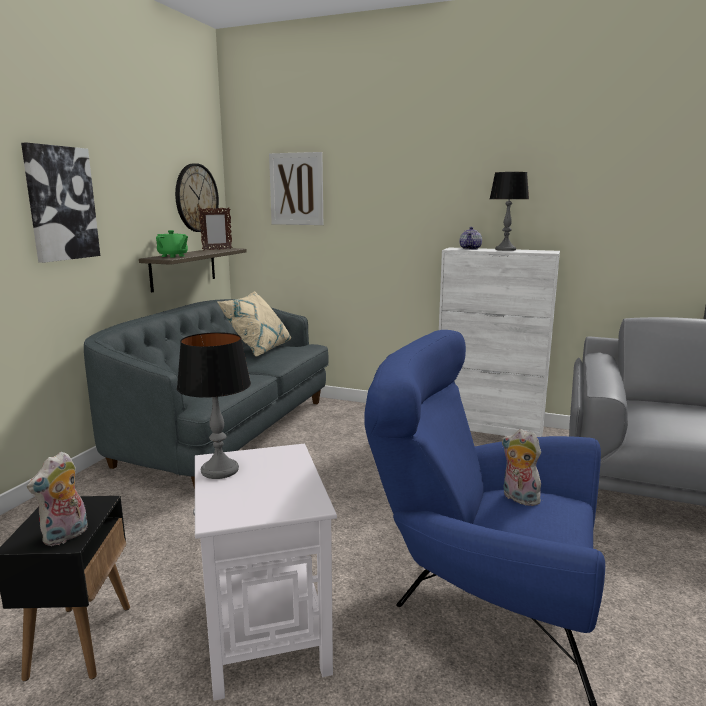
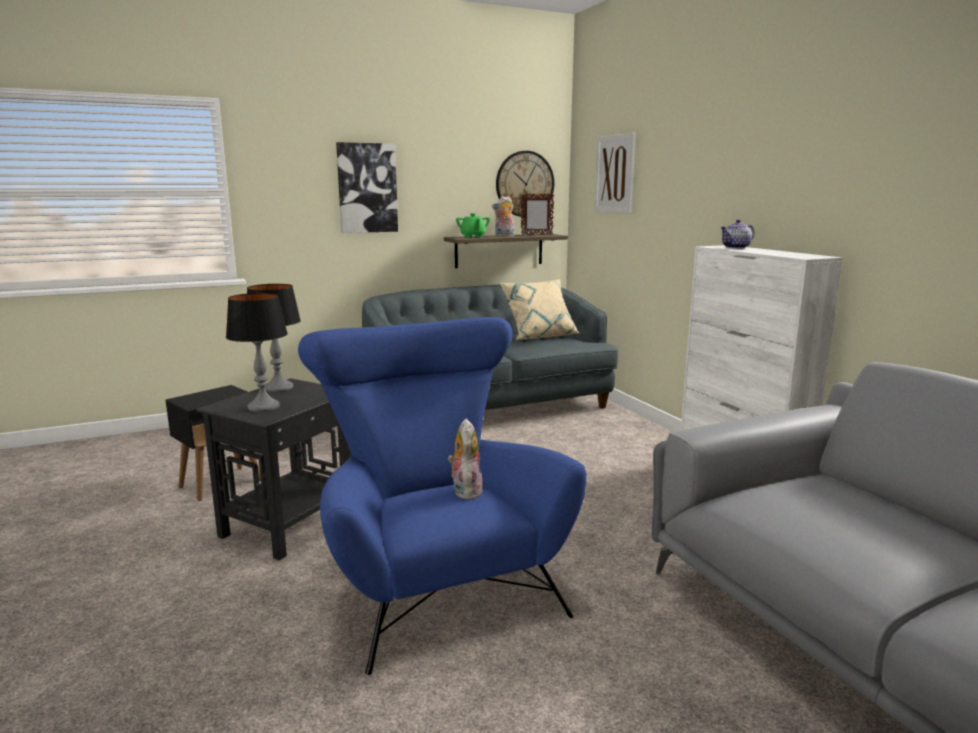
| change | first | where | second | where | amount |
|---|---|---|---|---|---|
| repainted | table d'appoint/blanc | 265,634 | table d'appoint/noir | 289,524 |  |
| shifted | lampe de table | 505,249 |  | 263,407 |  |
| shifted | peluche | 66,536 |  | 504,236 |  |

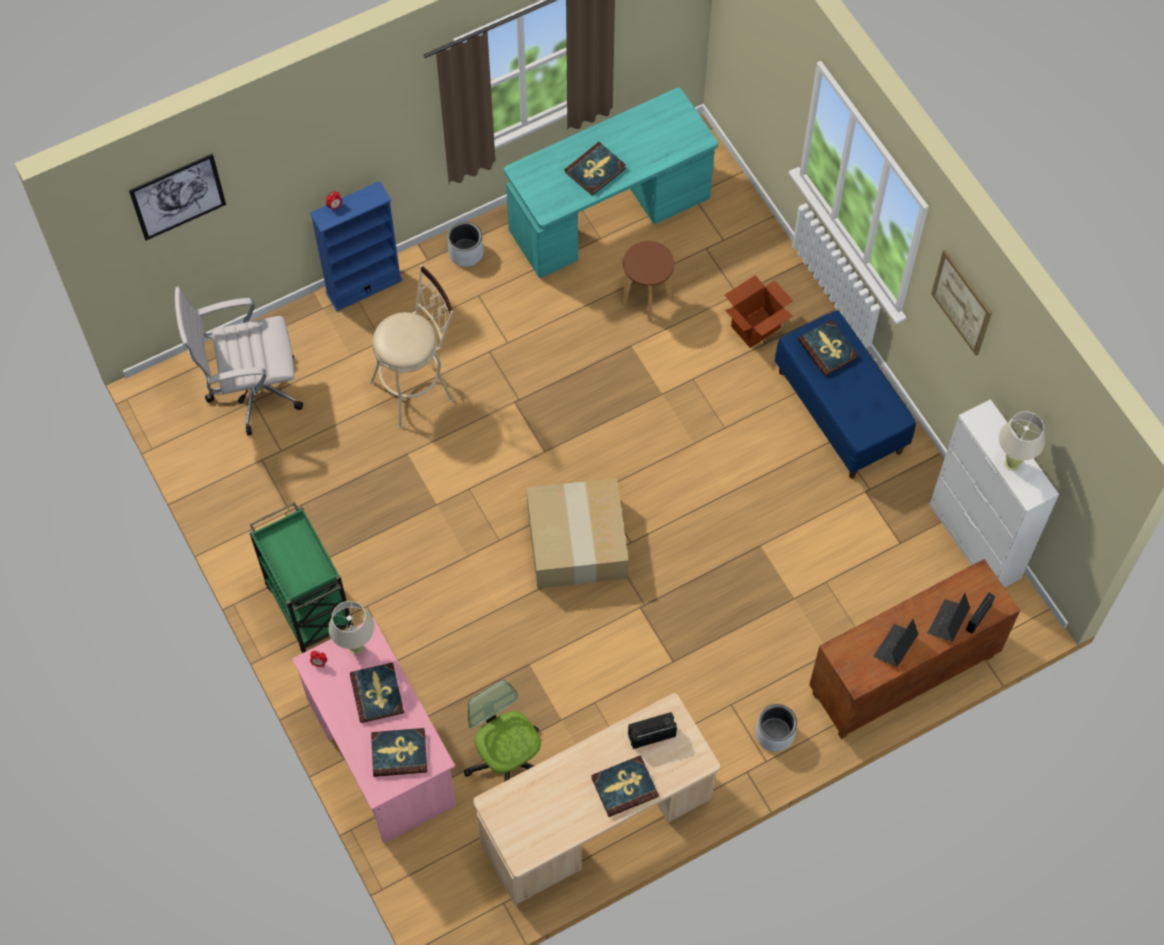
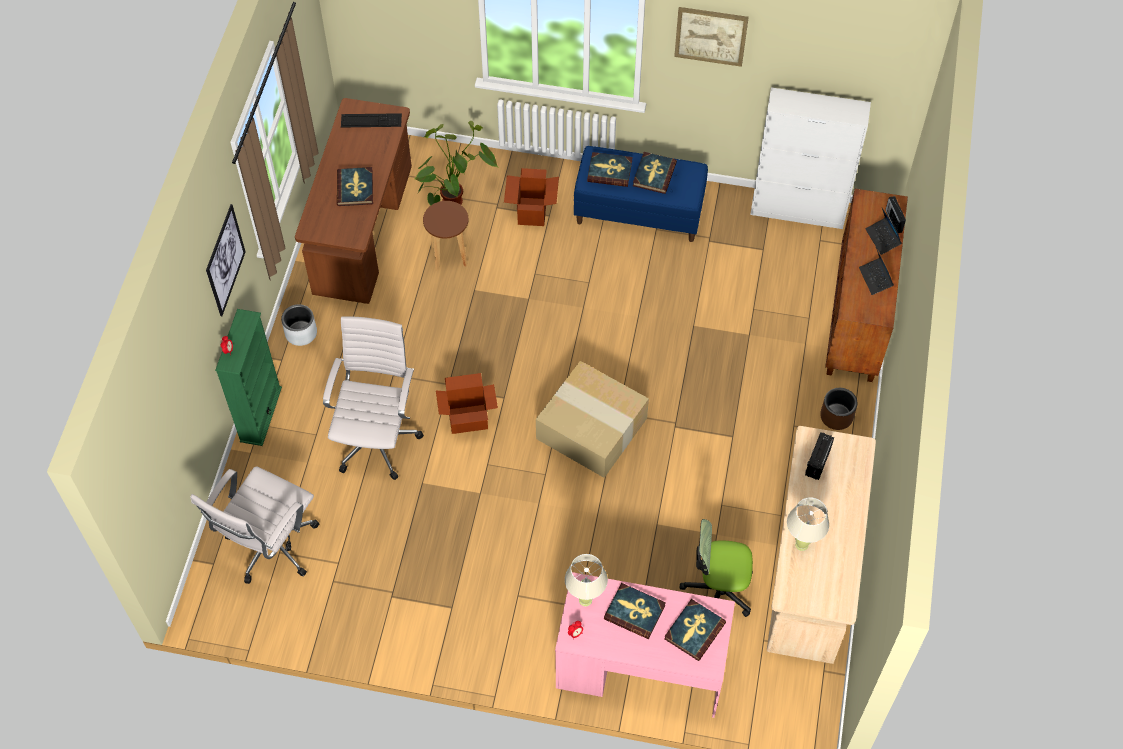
| change | first | where | second | where | amount |
|---|---|---|---|---|---|
| shifted | tableau | 178,196 |  | 225,260 |  |
| repainted | bibliothèque/bleu | 364,286 | bibliothèque/vert | 260,414 |  |
| repainted | bureau/turquoise | 609,215 | bureau/marron | 363,230 |  |
| swapped | tabouret/beige | 418,388 | chaise de bureau/blanc | 377,438 |  |
| new |  |  | clavier | 371,120 |  |
| new |  |  | plante en pot | 453,194 |  |
| new |  |  | carton | 468,419 |  |
| shifted | livre | 624,787 |  | 654,174 |  |
| shifted | lampe de table/beige | 1012,464 |  | 801,545 |  |
| repainted | cache-pot/gris | 774,733 | cache-pot/marron | 836,416 |  |
| gone | chariot/vert | 309,606 |  |  |  |

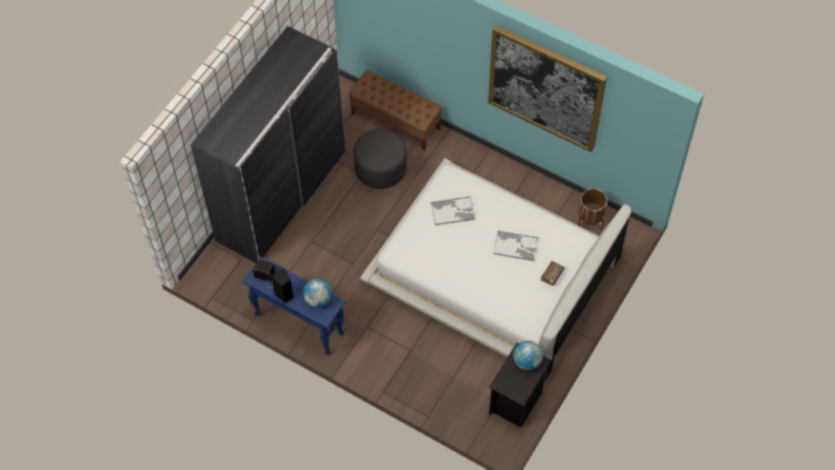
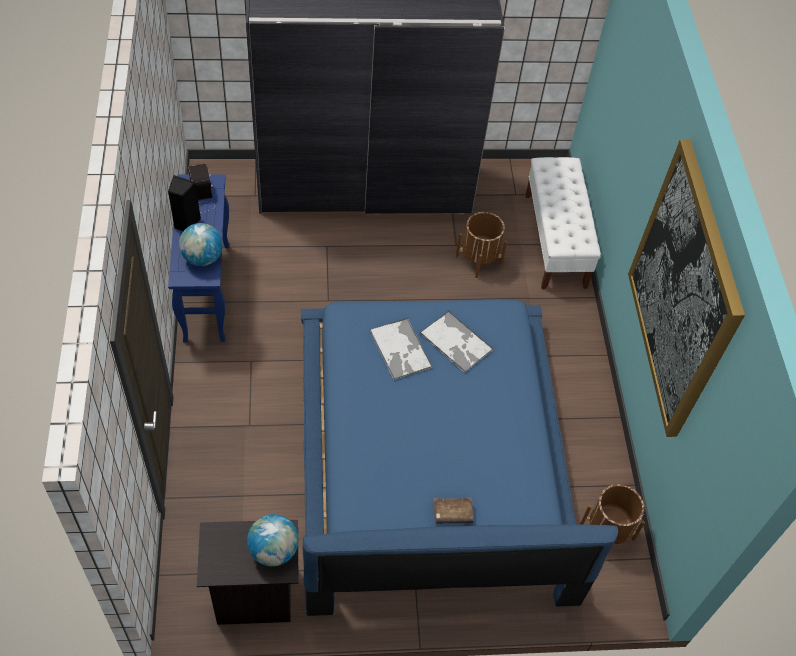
| change | first | where | second | where | amount |
|---|---|---|---|---|---|
| repainted | lit/blanc | 493,272 | lit/bleu | 431,457 |  |
| shifted | plateau | 516,246 |  | 400,350 |  |
| swapped | pouf/gris | 380,168 | cache-pot/marron | 479,259 |  |
| repainted | banc/marron | 396,121 | banc/blanc | 555,241 |  |

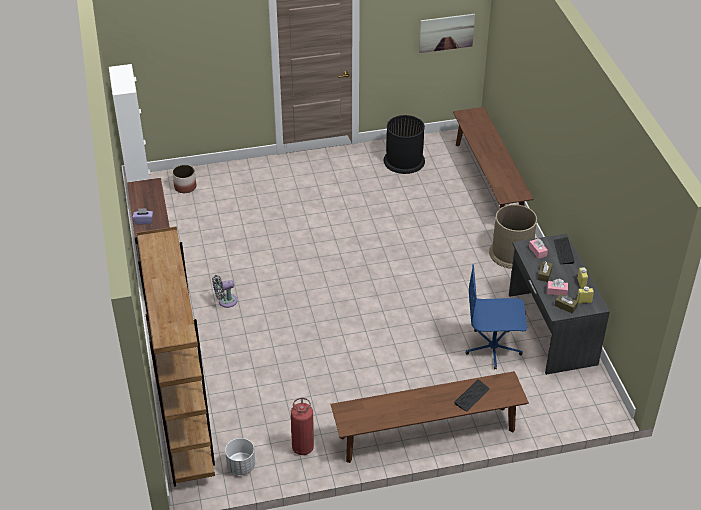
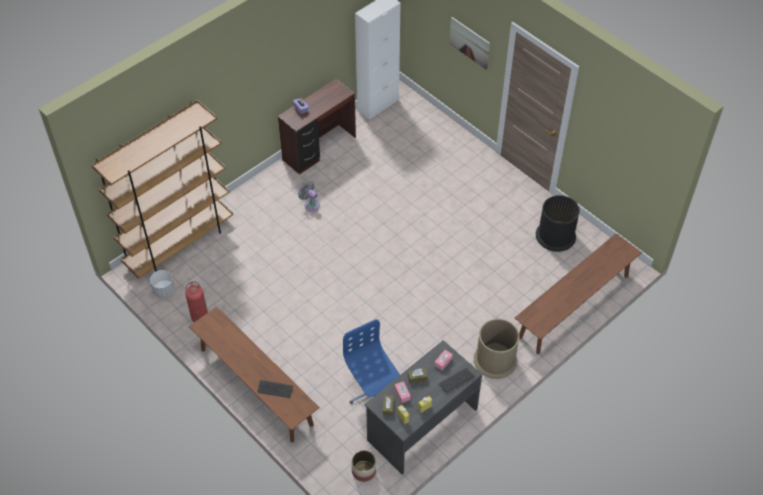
| change | first | where | second | where | amount |
|---|---|---|---|---|---|
| shifted | cache-pot | 185,187 |  | 364,470 |  |
| shifted | tableau | 446,32 |  | 469,42 |  |

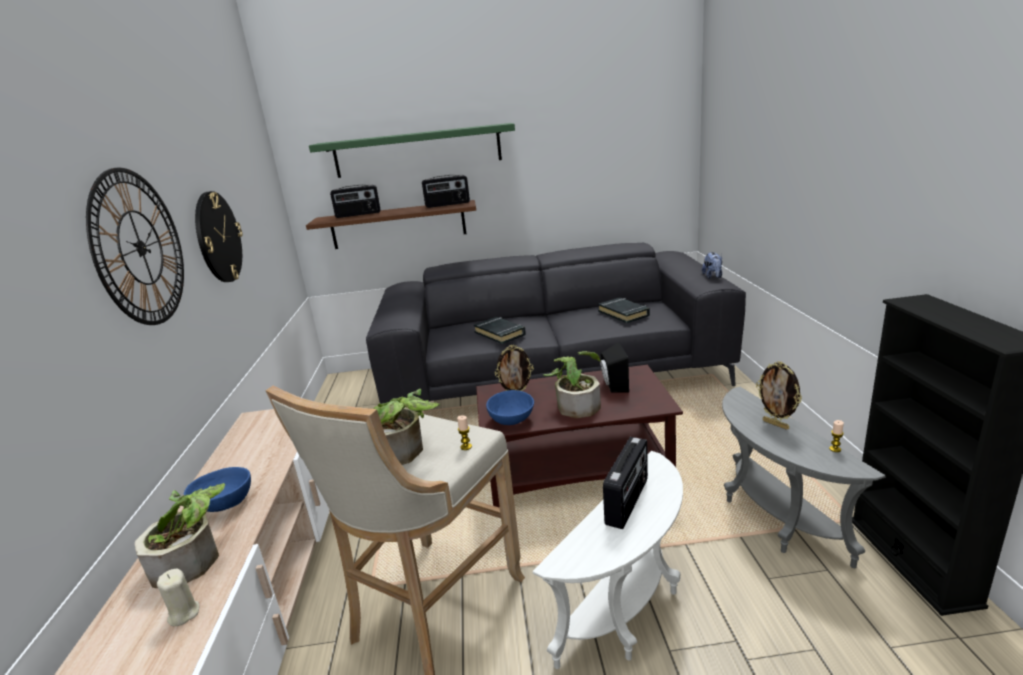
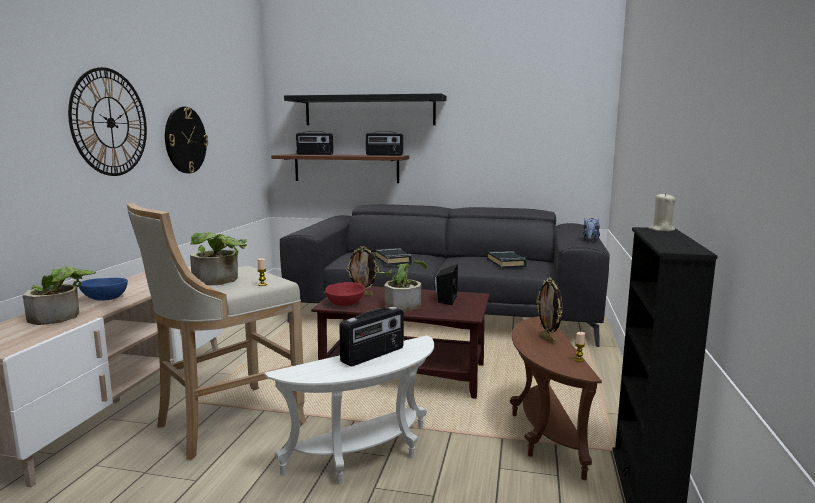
| change | first | where | second | where | amount |
|---|---|---|---|---|---|
| repainted | étagère/vert | 417,151 | étagère/noir | 369,110 |  |
| repainted | bol/bleu | 511,419 | bol/rouge | 345,303 |  |
| repainted | table d'appoint/gris | 773,518 | table d'appoint/marron | 542,434 |  |
| shifted | bougie/beige | 183,614 |  | 661,230 |  |

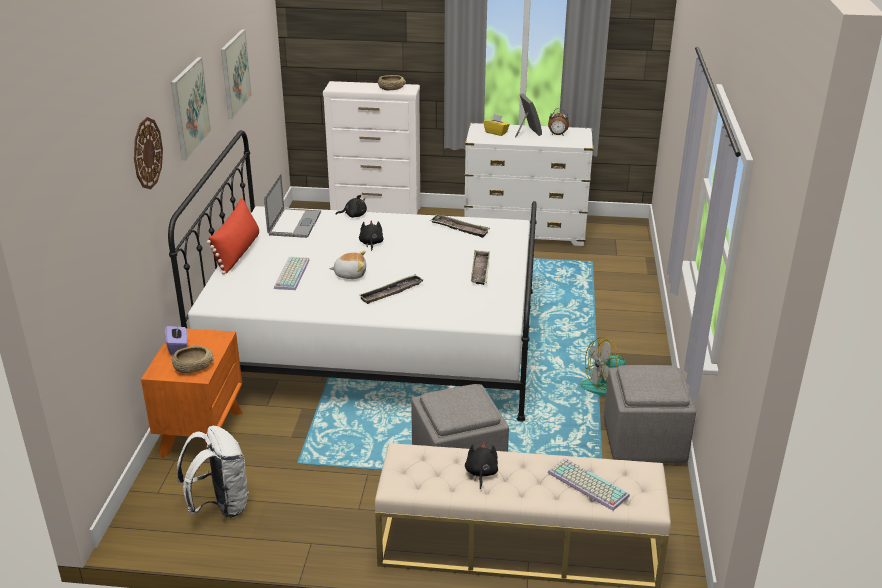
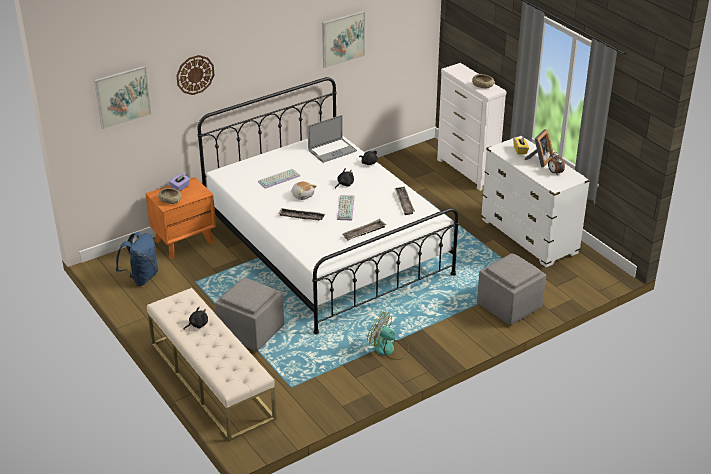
| change | first | where | second | where | amount |
|---|---|---|---|---|---|
| shifted | tableau | 189,107 |  | 122,96 |  |
| repainted | sac à dos/blanc | 220,506 | sac à dos/bleu | 141,278 |  |
| shifted | clavier | 586,484 |  | 345,207 |  |
| shifted | pouf/gris | 645,442 |  | 509,306 |  |
| gone | coussin/rouge | 237,252 |  |  |  |

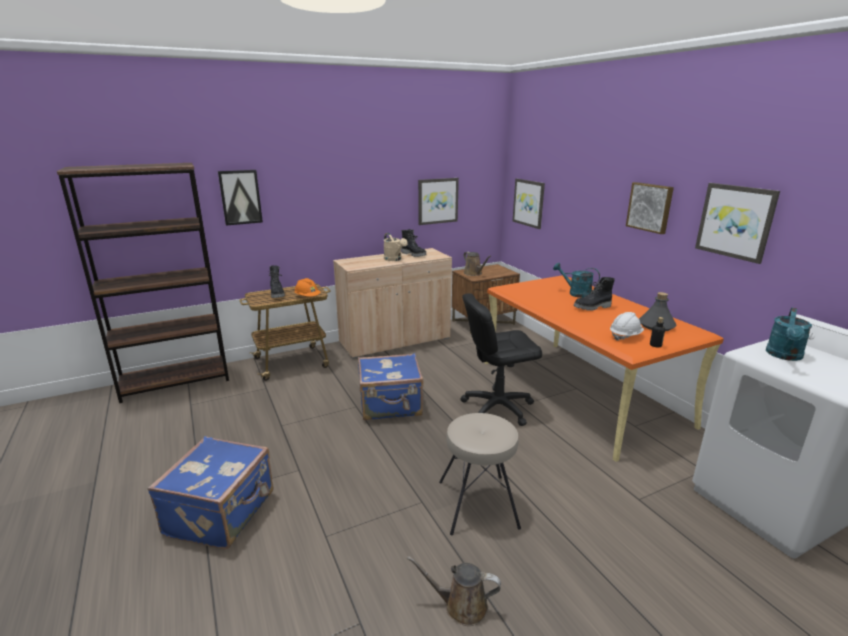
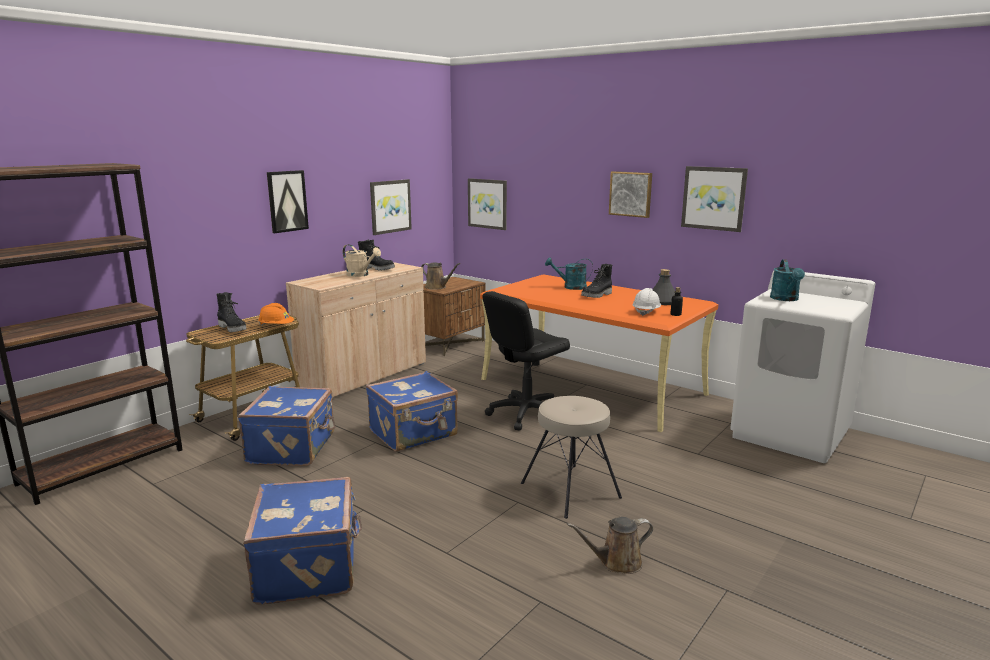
| change | first | where | second | where | amount |
|---|---|---|---|---|---|
| new |  |  | valise/bleu | 293,448 |  |
| shifted | tableau | 240,197 |  | 287,201 |  |

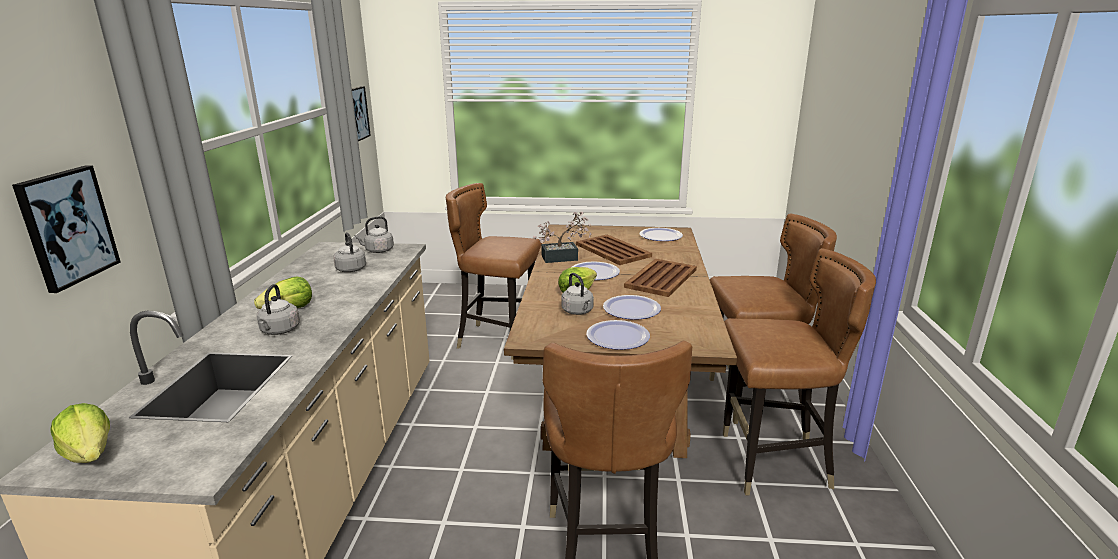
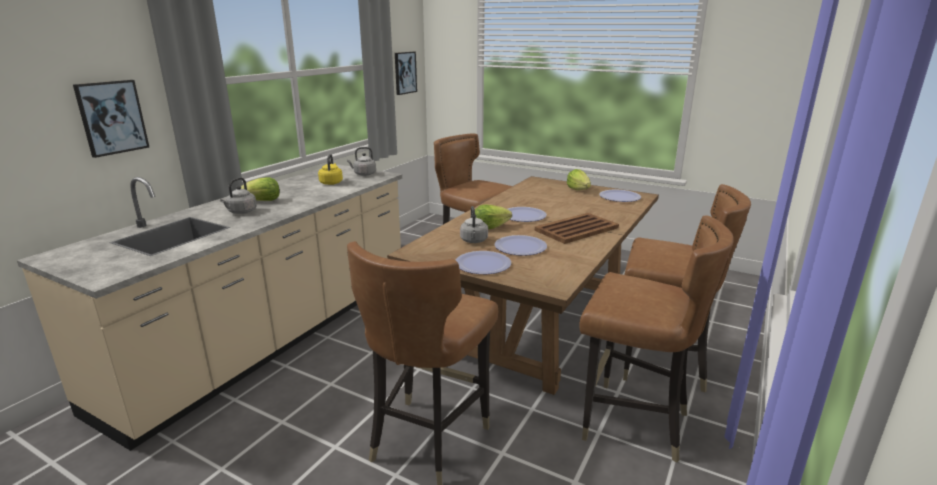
| change | first | where | second | where | amount |
|---|---|---|---|---|---|
| repainted | bouilloire/gris | 350,269 | bouilloire/jaune | 331,182 |  |
| shifted | laitue | 90,454 |  | 578,190 |  |
| gone | plante en pot | 564,257 |  |  |  |
| gone | plateau/marron | 613,251 |  |  |  |

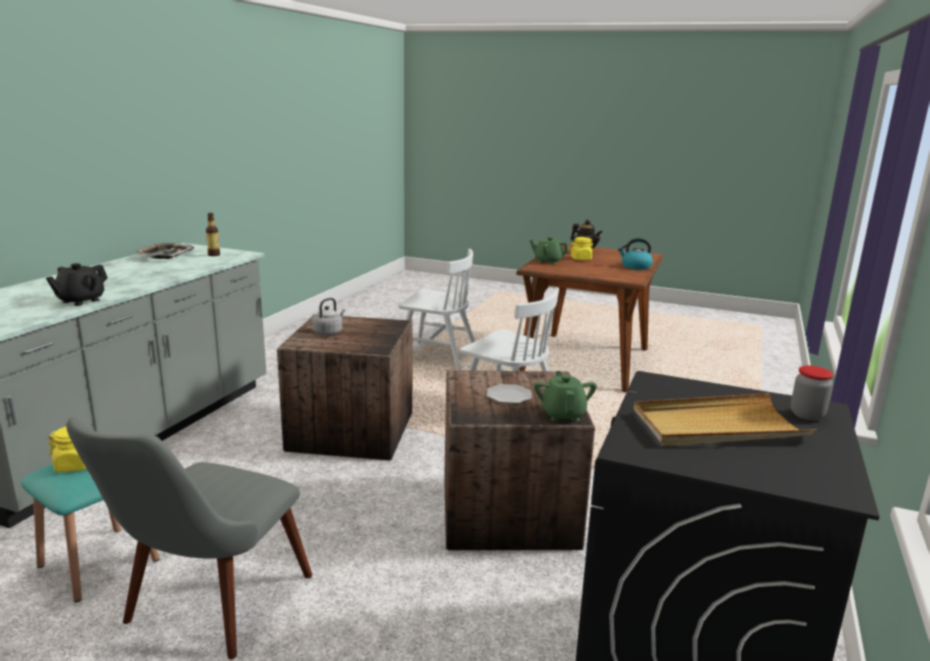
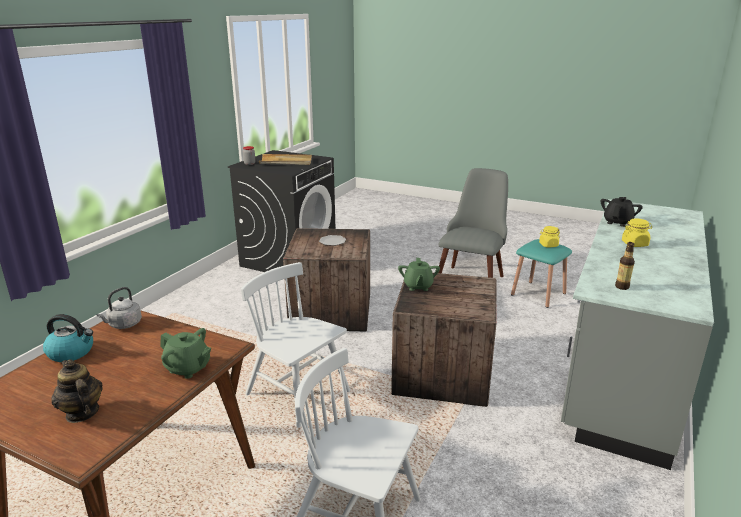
| change | first | where | second | where | amount |
|---|---|---|---|---|---|
| shifted | bouilloire/gris | 329,332 |  | 123,325 |  |
| shifted | théière/vert | 563,414 |  | 418,286 |  |
| shifted | bocal/jaune | 580,259 |  | 634,244 |  |
| gone | plateau | 165,255 |  |  |  |

